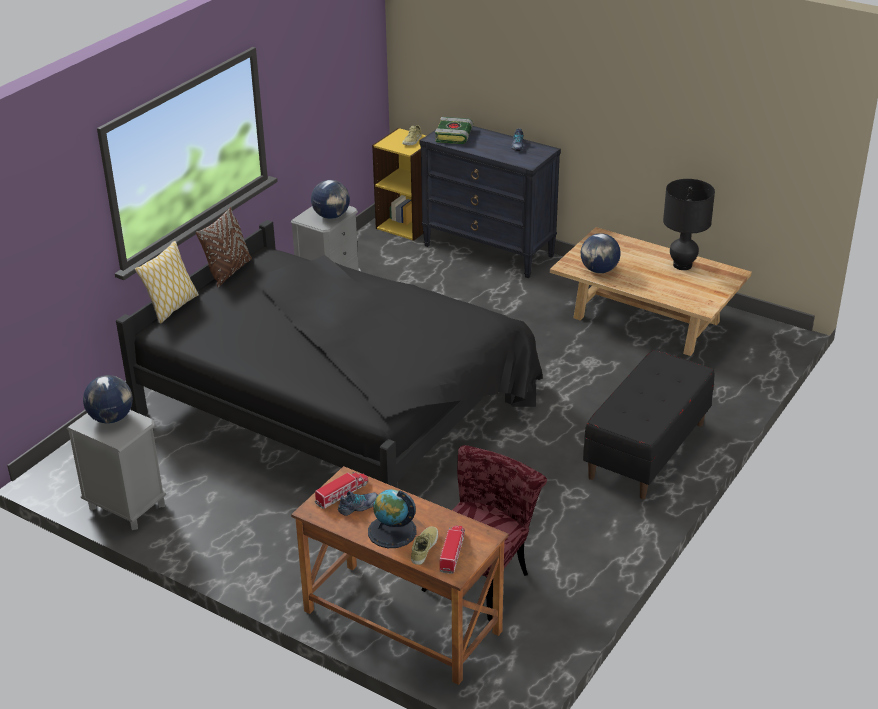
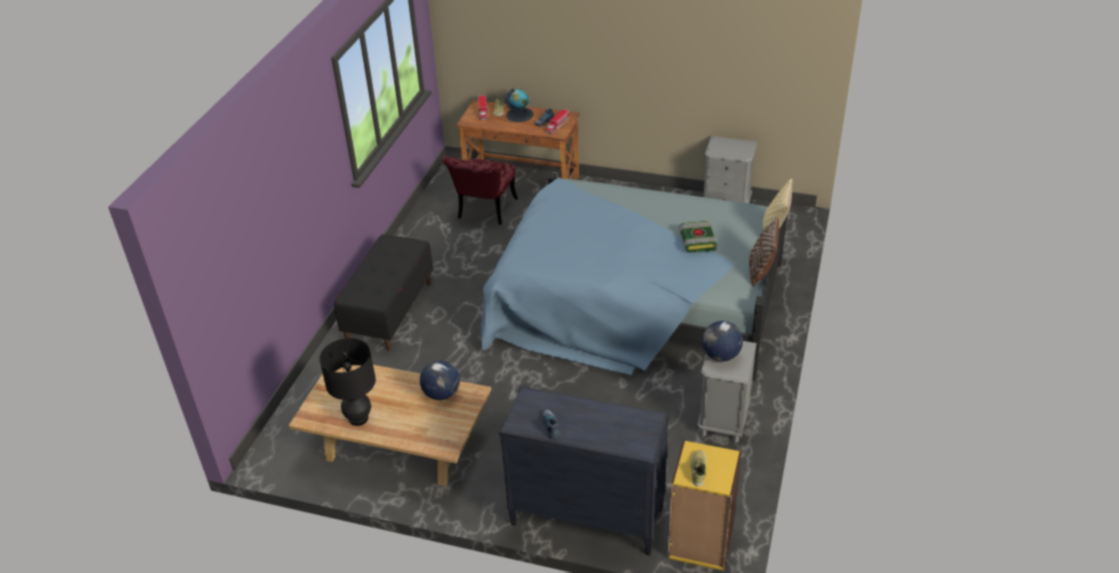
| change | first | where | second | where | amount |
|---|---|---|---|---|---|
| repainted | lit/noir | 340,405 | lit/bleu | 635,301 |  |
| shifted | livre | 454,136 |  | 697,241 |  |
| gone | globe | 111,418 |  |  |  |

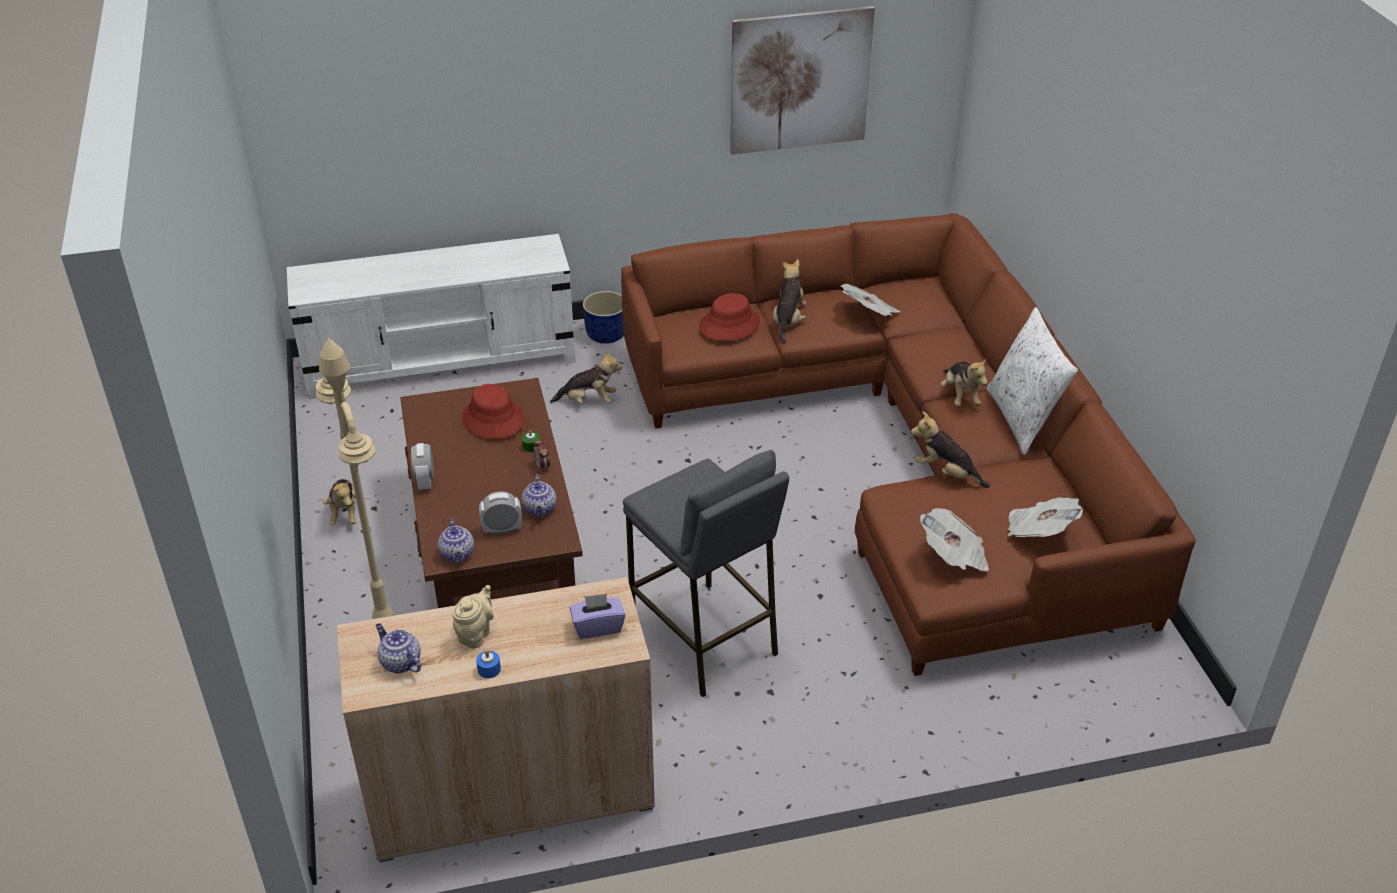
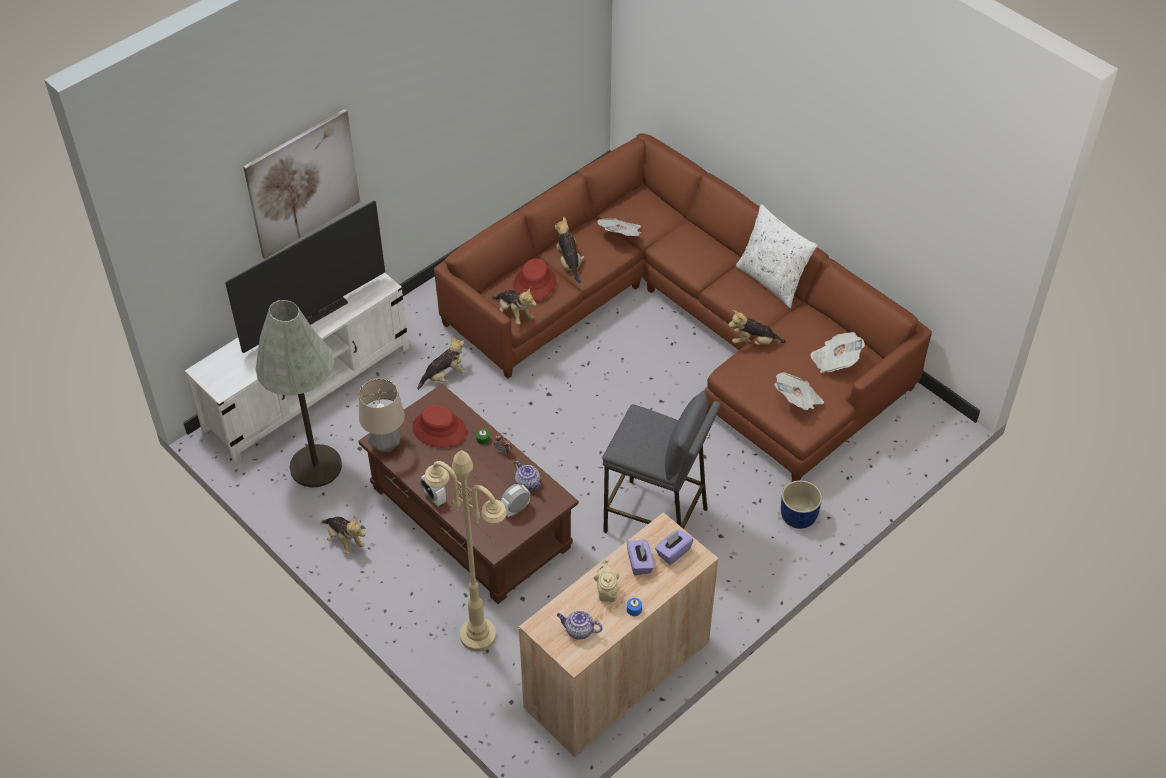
| change | first | where | second | where | amount |
|---|---|---|---|---|---|
| new |  |  | téléviseur | 315,316 |  |
| shifted | tableau | 800,80 |  | 303,183 |  |
| new |  |  | lampadaire/gris | 315,466 |  |
| new |  |  | lampe de table | 386,445 |  |
| shifted | peluche | 960,395 |  | 514,314 |  |
| new |  |  | boîte à mouchoirs/violet | 640,563 |  |
| shifted | cache-pot/bleu | 607,335 |  | 799,516 |  |
| gone | théière | 458,554 |  |  |  |

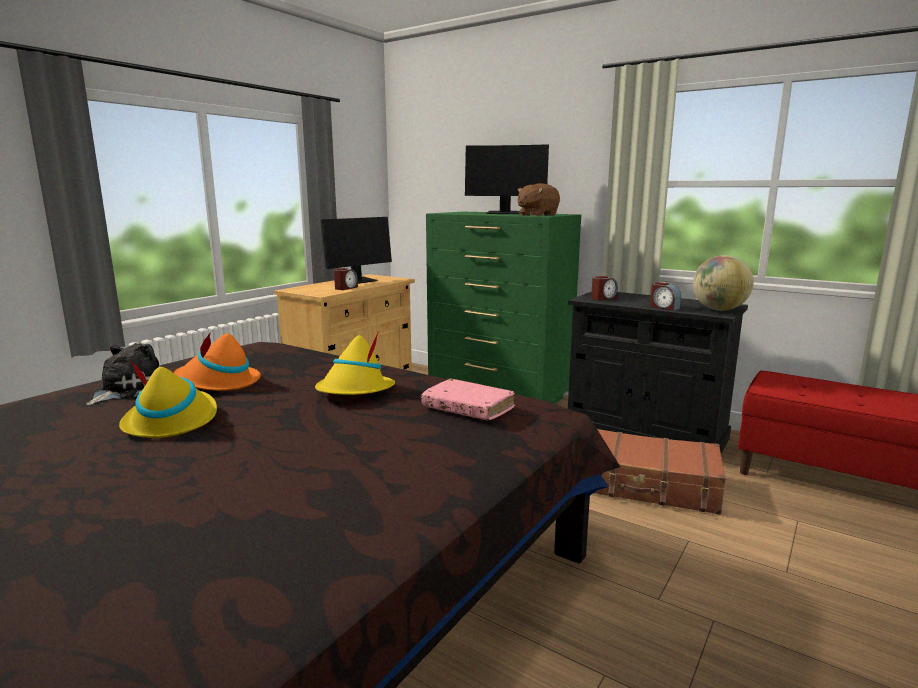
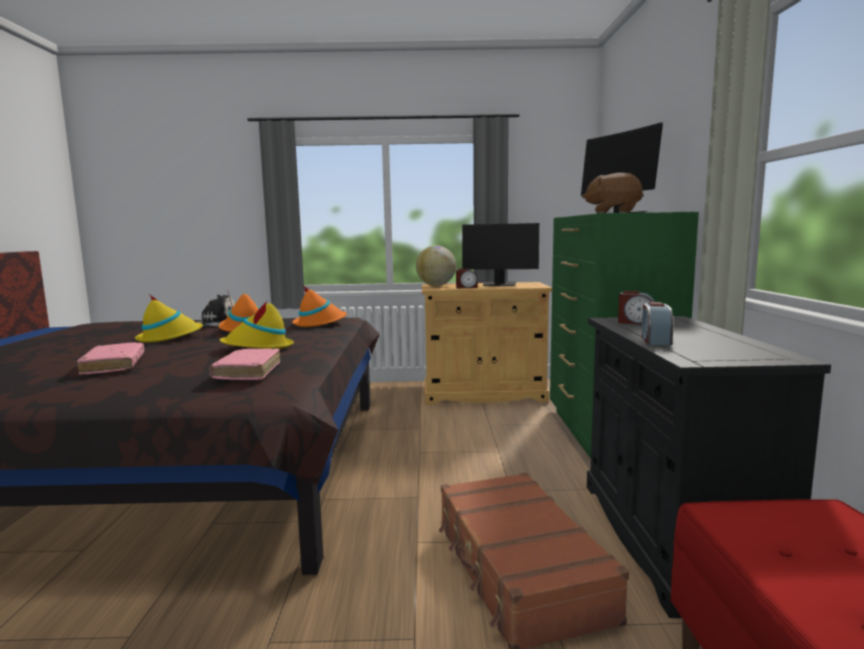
| change | first | where | second | where | amount |
|---|---|---|---|---|---|
| new |  |  | livre/rose | 114,366 |  |
| new |  |  | chapeau/orange | 320,323 |  |
| shifted | globe | 719,310 |  | 436,285 |  |

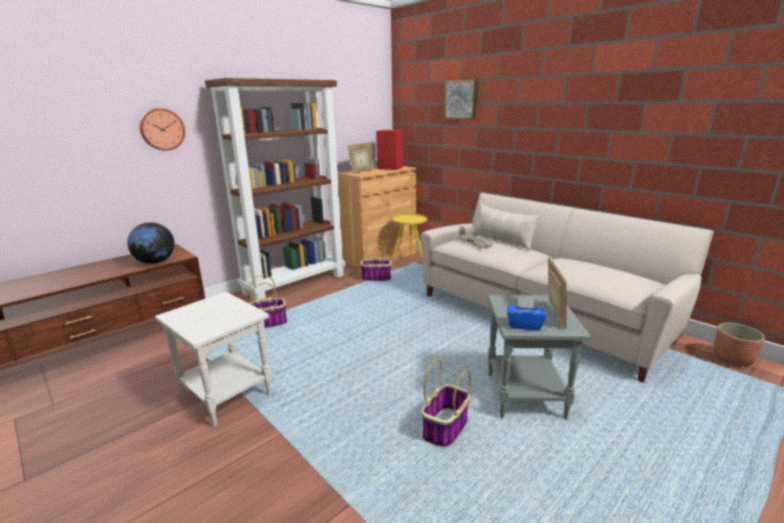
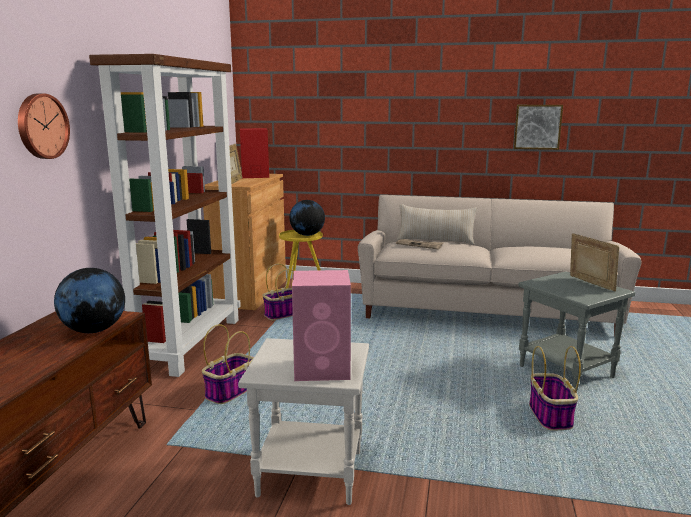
| change | first | where | second | where | amount |
|---|---|---|---|---|---|
| new |  |  | globe | 307,235 |  |
| new |  |  | enceinte/rose | 323,369 |  |
| shifted | tableau | 461,99 |  | 537,127 |  |
| gone | boîte à mouchoirs/bleu | 524,325 |  |  |  |
| gone | cache-pot | 732,359 |  |  |  |

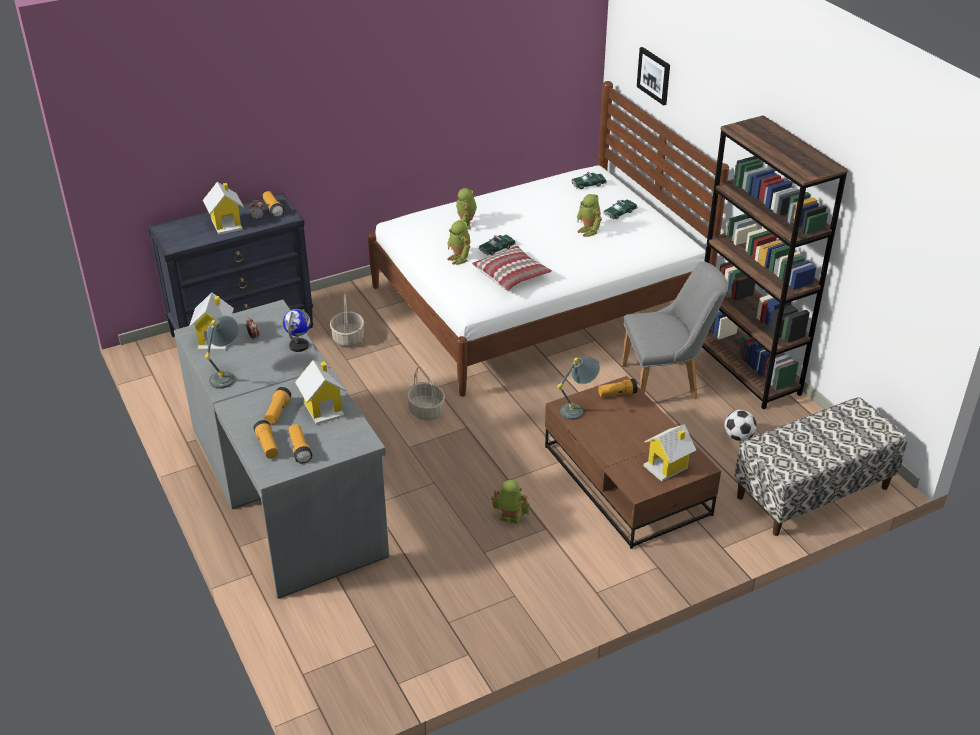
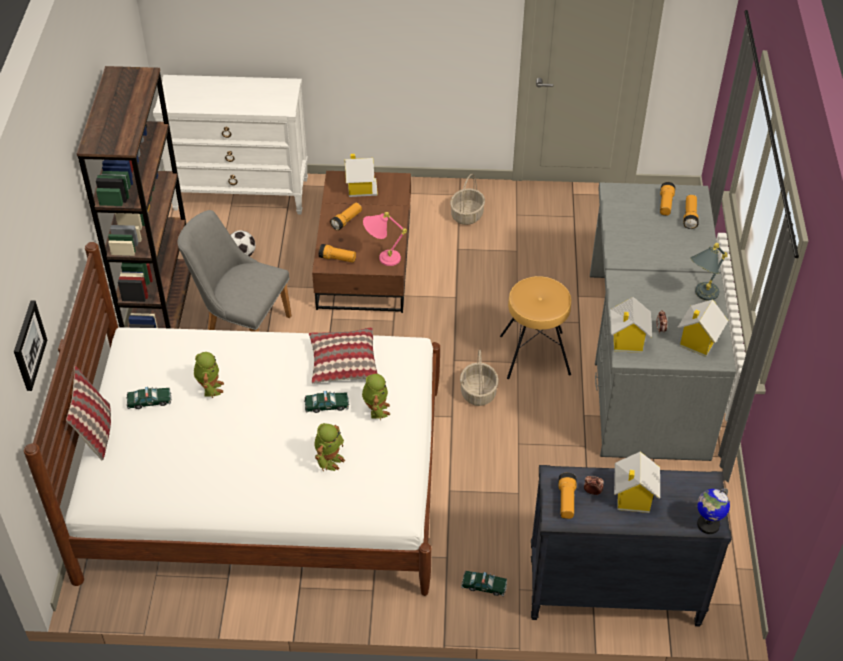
| change | first | where | second | where | amount |
|---|---|---|---|---|---|
| new |  |  | coussin | 96,433 |  |
| swapped | banc | 812,493 | commode/blanc | 241,194 |  |
| shifted | lampe de poche | 277,412 |  | 346,220 |  |
| repainted | lampe de table/gris | 578,409 | lampe de table/rose | 381,258 |  |
| shifted | panier | 348,338 |  | 467,215 |  |
| shifted | petite voiture | 588,184 |  | 484,586 |  |
| new |  |  | tabouret/marron | 534,354 |  |
| shifted | maison miniature | 324,408 |  | 627,340 |  |
| shifted | globe | 299,346 |  | 708,524 |  |
| gone | robot jouet | 509,518 |  |  |  |

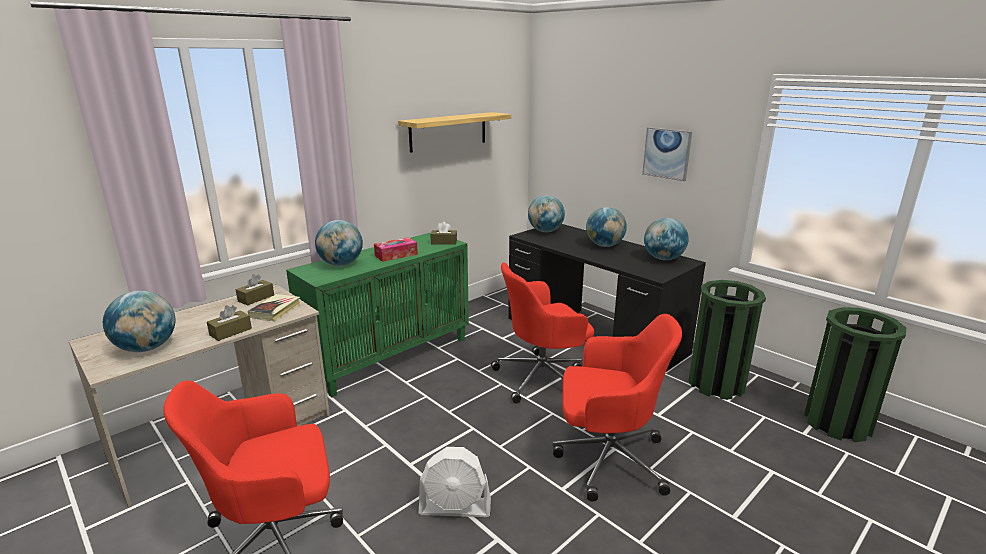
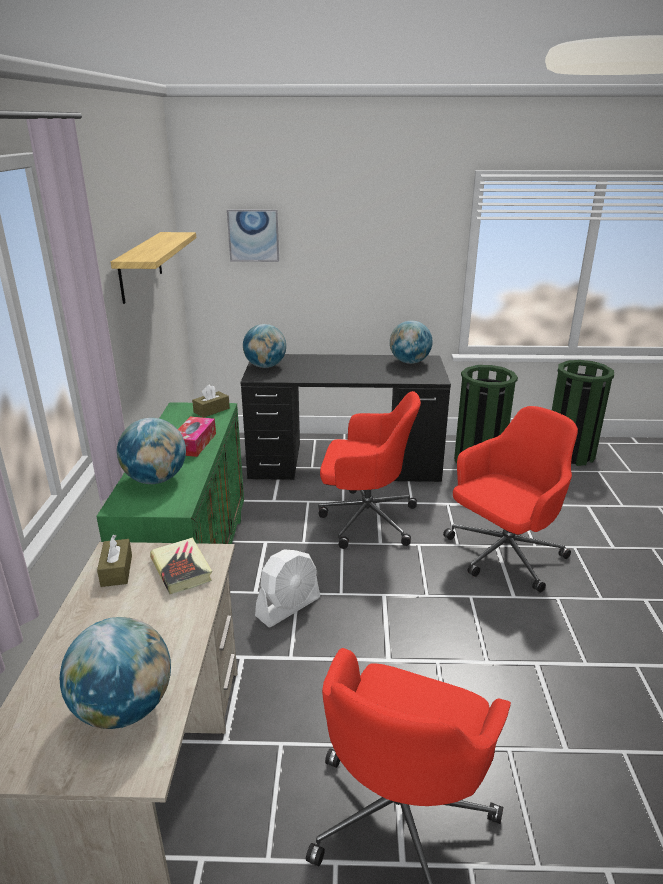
| change | first | where | second | where | amount |
|---|---|---|---|---|---|
| shifted | tableau | 667,153 |  | 253,235 |  |
| shifted | ventilateur/blanc | 455,507 |  | 288,607 |  |
| rotated | chaise de bureau/rouge | 543,378 |  | 365,519 | 105 degrees counterclockwise |
| gone | boîte à mouchoirs/marron | 230,332 |  |  |  |
| gone | globe | 604,245 |  |  |  |

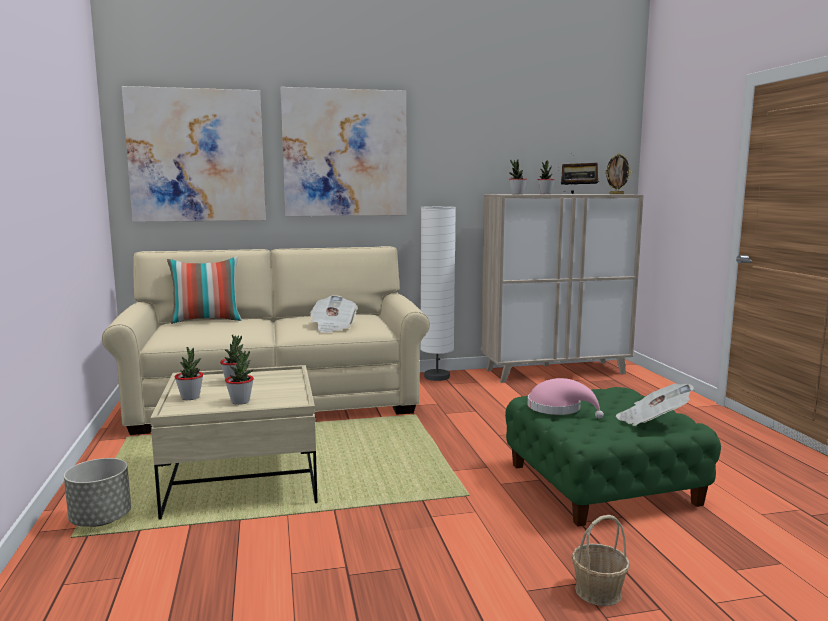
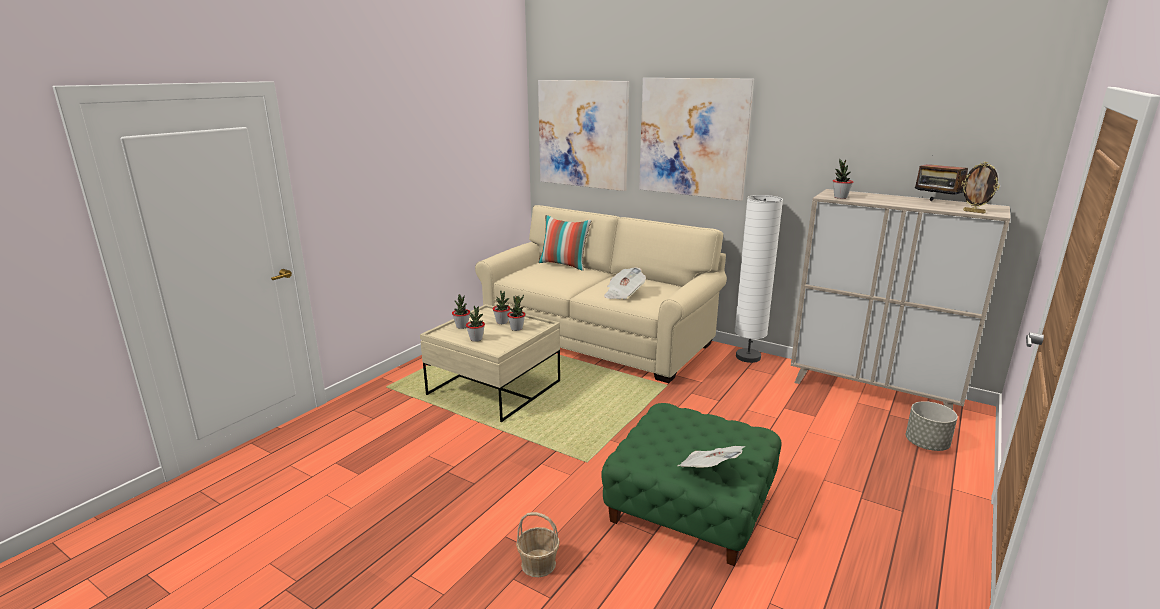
| change | first | where | second | where | amount |
|---|---|---|---|---|---|
| shifted | plante en pot | 545,194 |  | 516,328 |  |
| shifted | cache-pot/gris | 100,520 |  | 926,444 |  |
| gone | chapeau/rose | 558,409 |  |  |  |

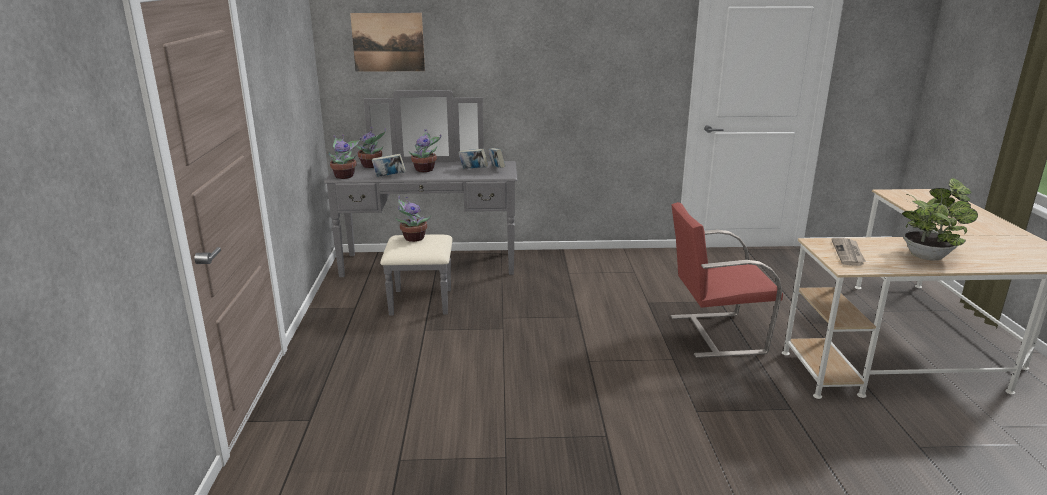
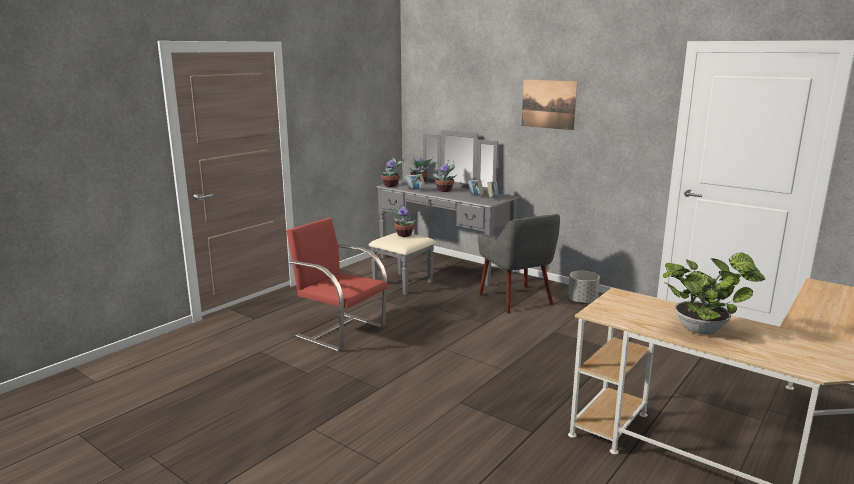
| change | first | where | second | where | amount |
|---|---|---|---|---|---|
| shifted | chaise/rouge | 714,334 |  | 340,331 |  |
| new |  |  | fauteuil/gris | 516,299 |  |
| shifted | tableau | 388,42 |  | 548,104 |  |
| new |  |  | cache-pot/gris | 582,301 |  |
| gone | journal | 848,253 |  |  |  |

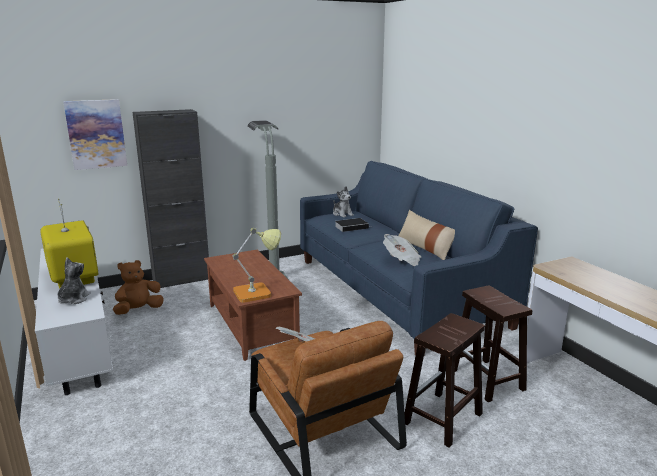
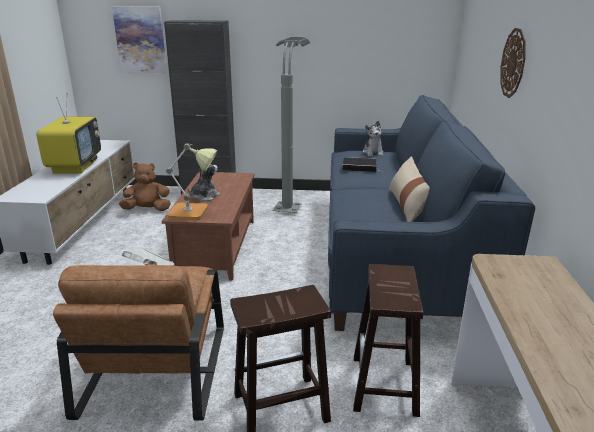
| change | first | where | second | where | amount |
|---|---|---|---|---|---|
| shifted | peluche | 73,299 |  | 204,197 |  |
| new |  |  | horloge murale | 513,63 |  |
| gone | journal | 402,260 |  |  |  |

